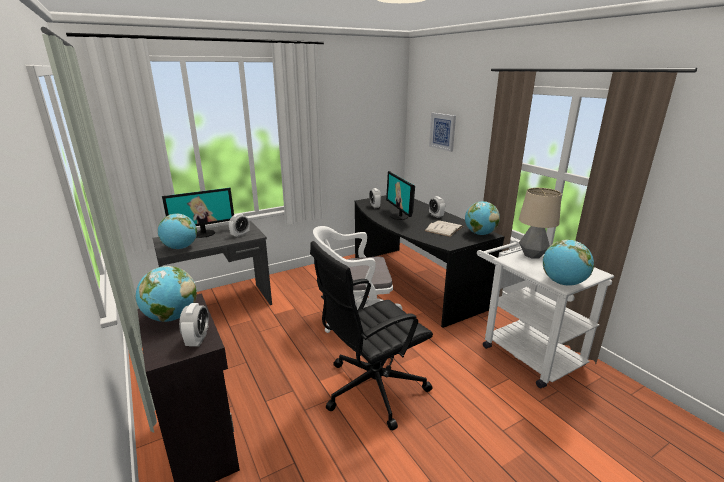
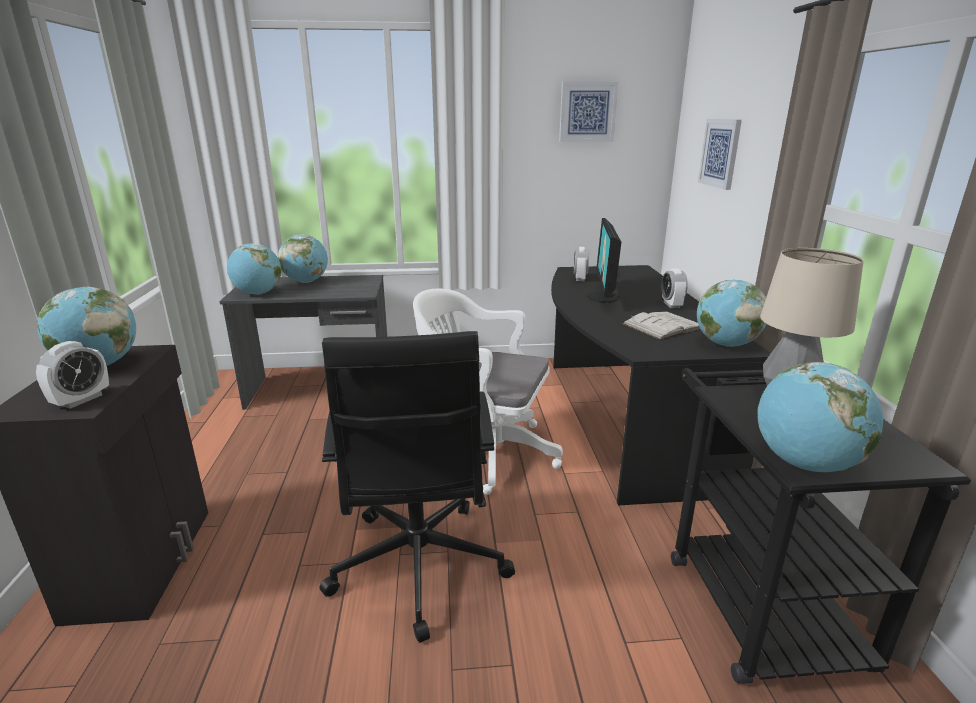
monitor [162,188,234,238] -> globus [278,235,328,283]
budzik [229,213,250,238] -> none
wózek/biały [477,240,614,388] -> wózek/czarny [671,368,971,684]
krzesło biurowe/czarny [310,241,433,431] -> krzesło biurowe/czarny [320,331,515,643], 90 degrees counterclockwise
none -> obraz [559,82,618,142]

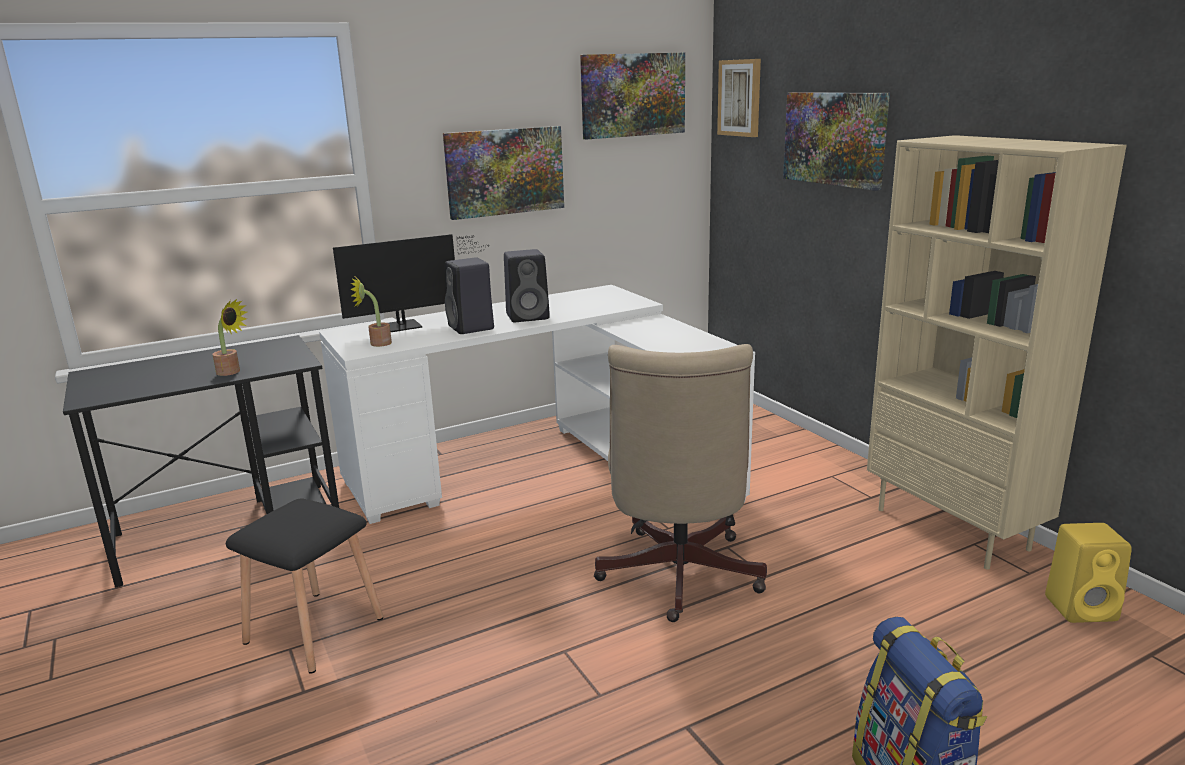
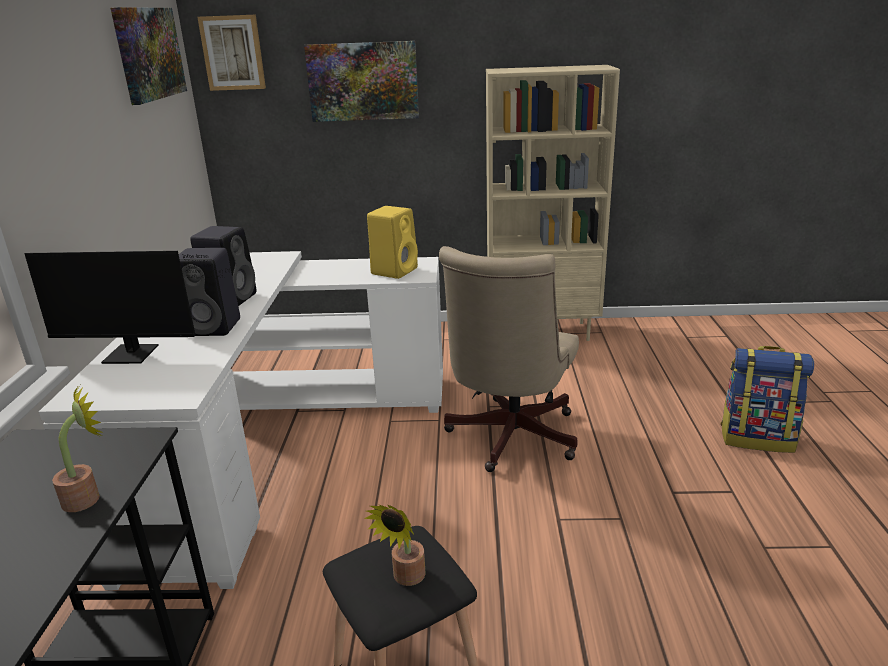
obraz [443,126,564,220] -> none
monitor [333,234,490,332] -> monitor [24,251,232,364], 90 degrees clockwise
roślina doniczkowa [350,277,392,347] -> roślina doniczkowa [364,505,425,586], shifted
krzesło biurowe/beżowy [594,344,767,622] -> krzesło biurowe/beżowy [439,246,579,472], 75 degrees clockwise
głośnik/żółty [1045,523,1132,623] -> głośnik/żółty [367,206,418,279], shifted

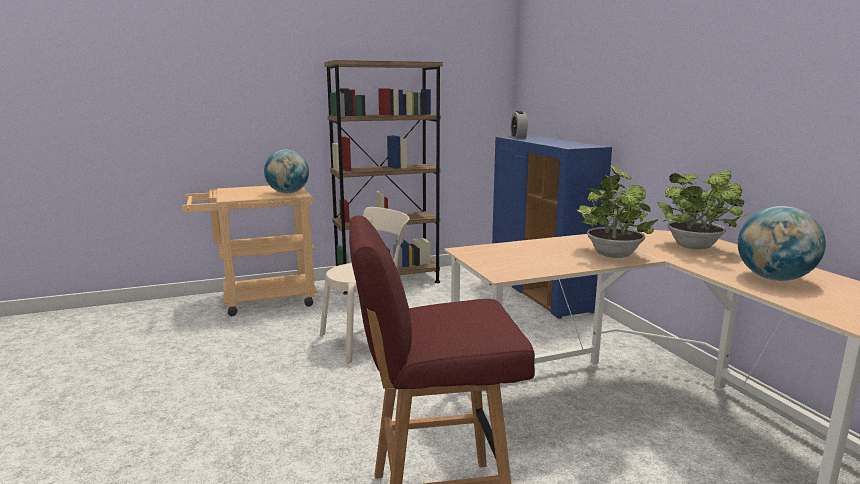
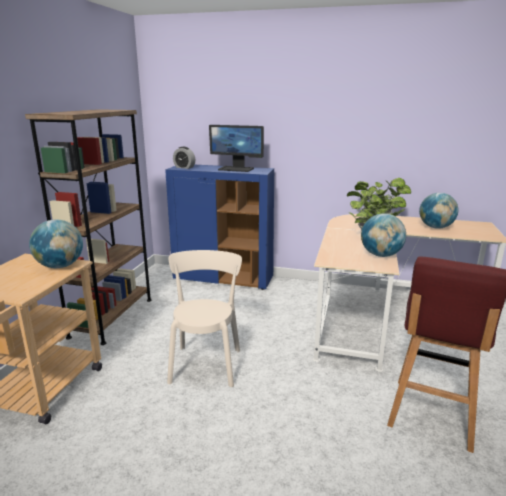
none -> monitor [209,125,264,172]
none -> globus [361,213,406,257]

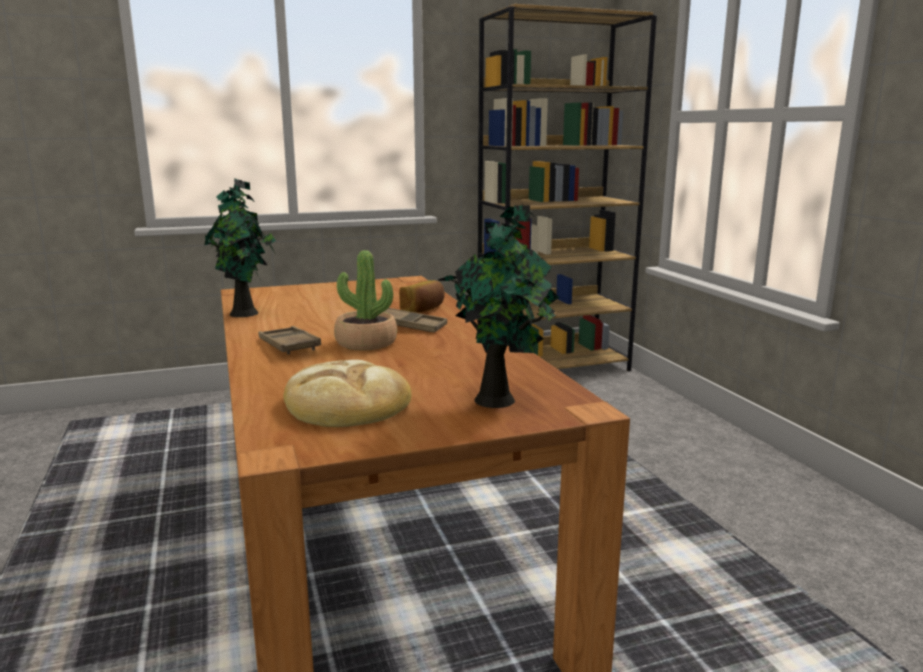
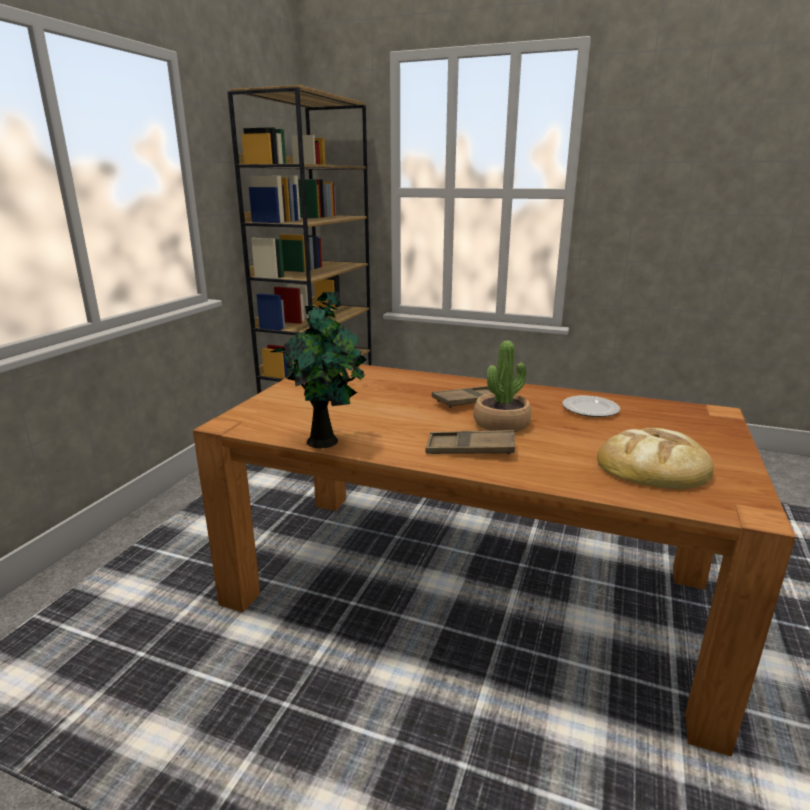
roślina doniczkowa [438,205,559,408] -> none
chleb [399,280,445,313] -> none
none -> talerz [562,396,620,417]

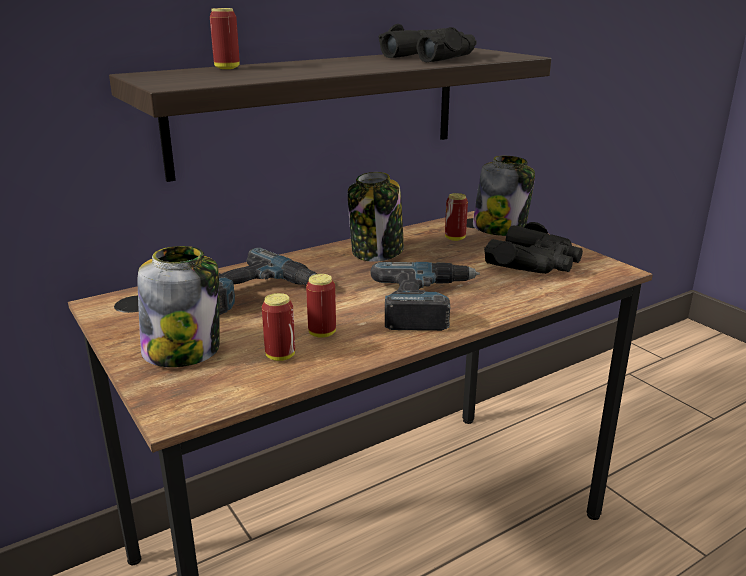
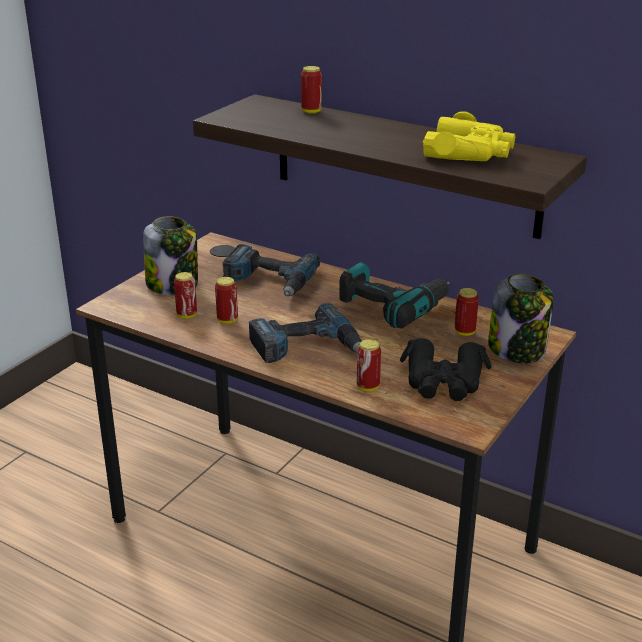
lornetka/czarny [378,24,477,63] -> lornetka/żółty [423,111,515,161]
słoik [348,172,404,262] -> wiertarka [339,262,450,328]
none -> puszka [357,339,381,392]

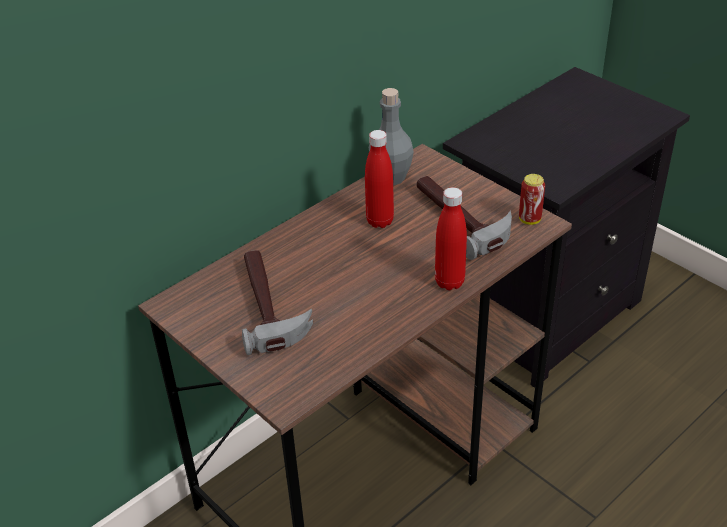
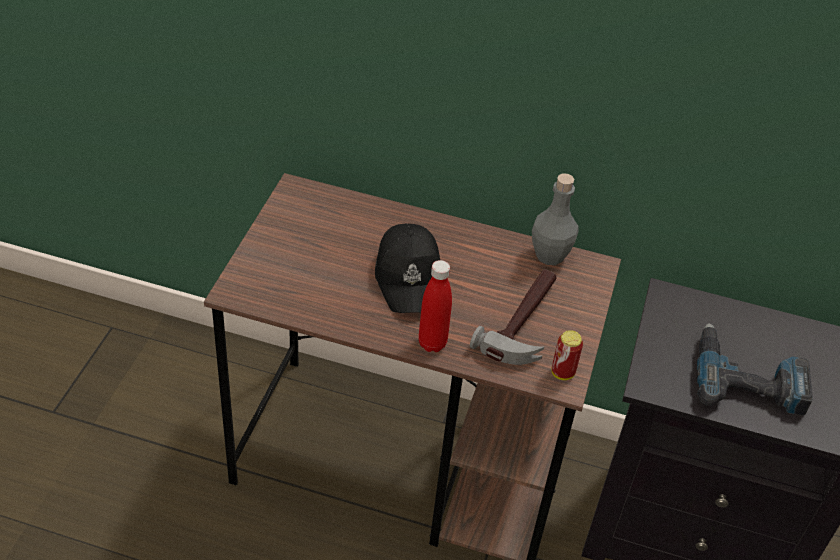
butelka/czerwony [365,130,394,228] -> none
młotek [242,250,313,355] -> none
none -> czapka z daszkiem/czarny [375,223,440,313]
none -> wiertarka [697,323,813,416]

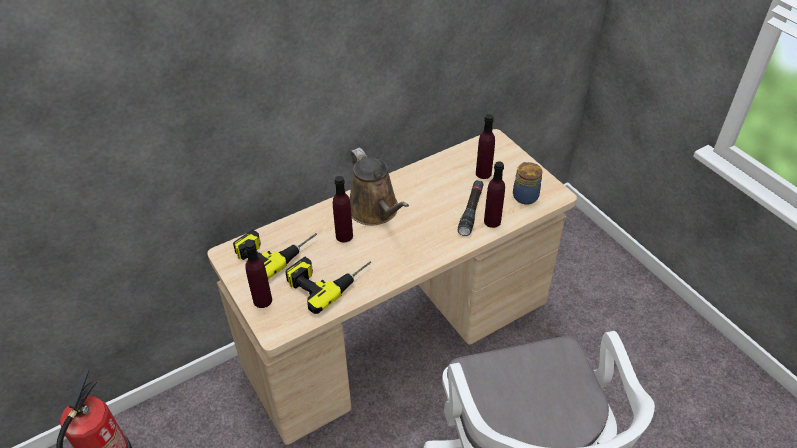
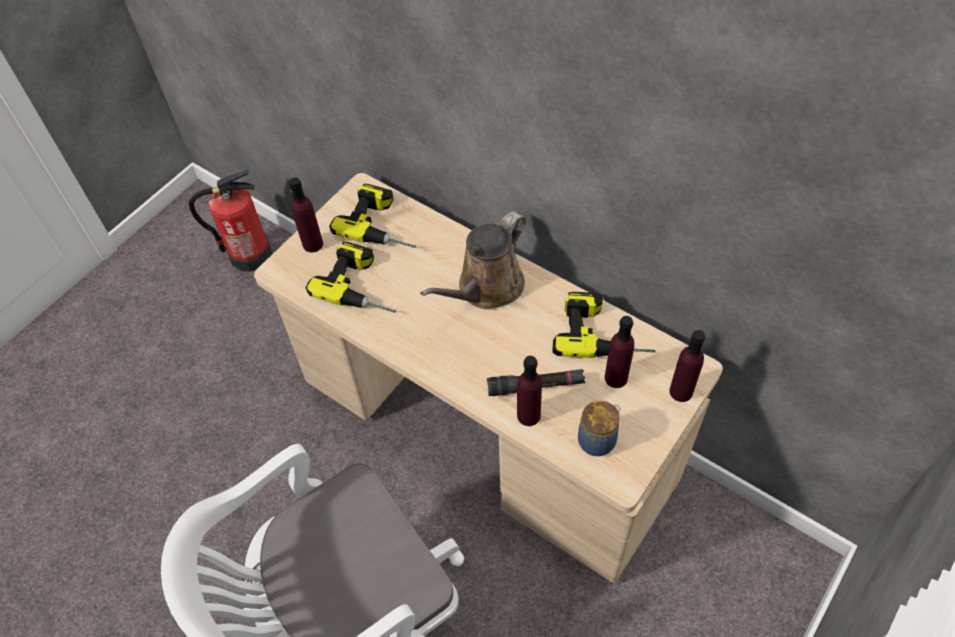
butelka/fioletowy [333,176,353,242] -> butelka/fioletowy [669,330,706,402], shifted
none -> wiertarka [552,292,655,358]

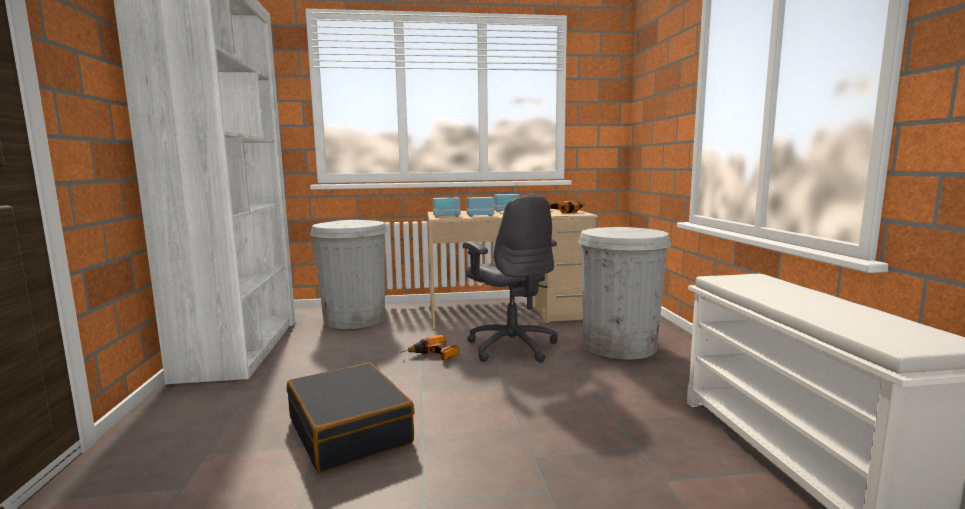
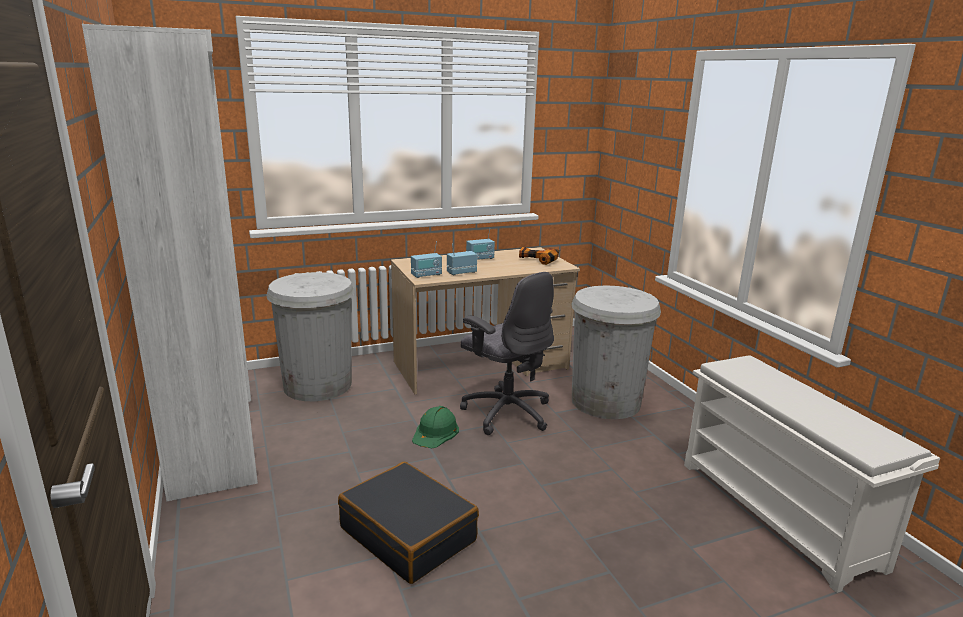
wiertarka [400,335,459,360] -> kask/zielony [412,406,459,448]

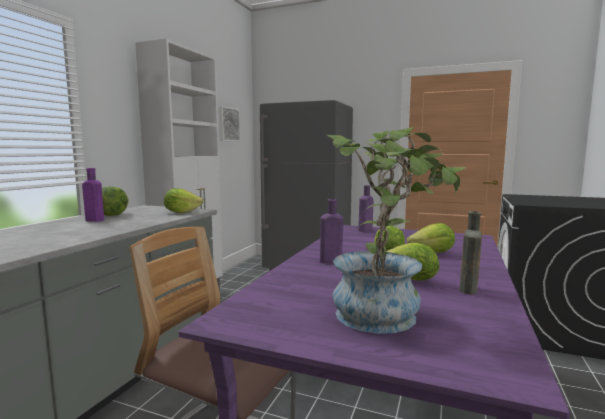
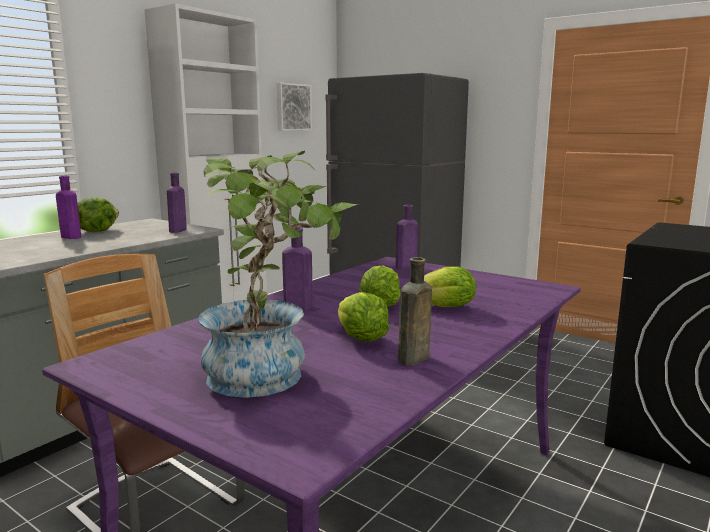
sałata [164,188,203,213] -> butelka/fioletowy [167,173,187,233]

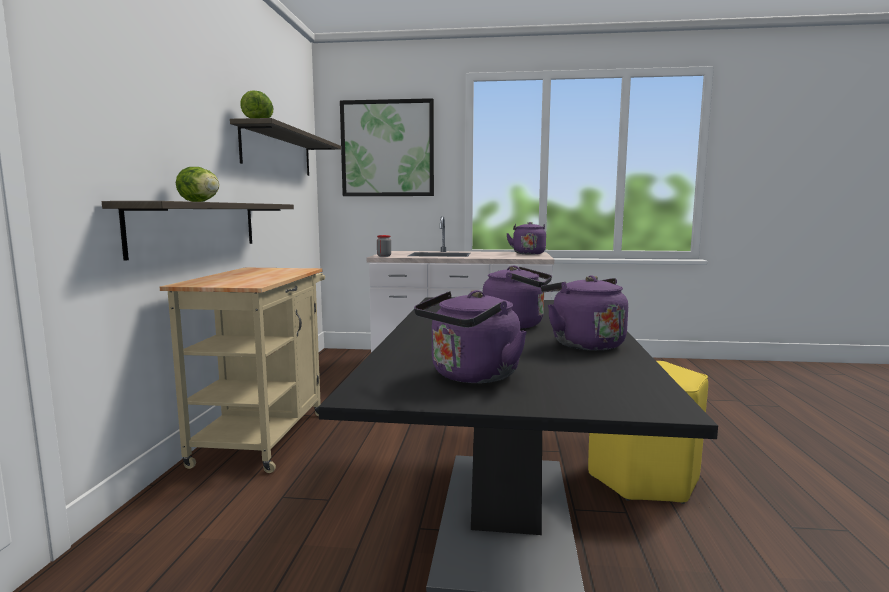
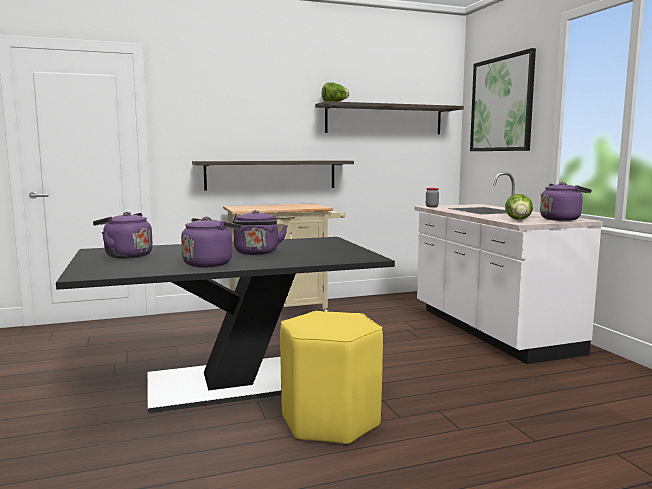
sałata [176,167,219,202] -> sałata [505,194,533,220], shifted

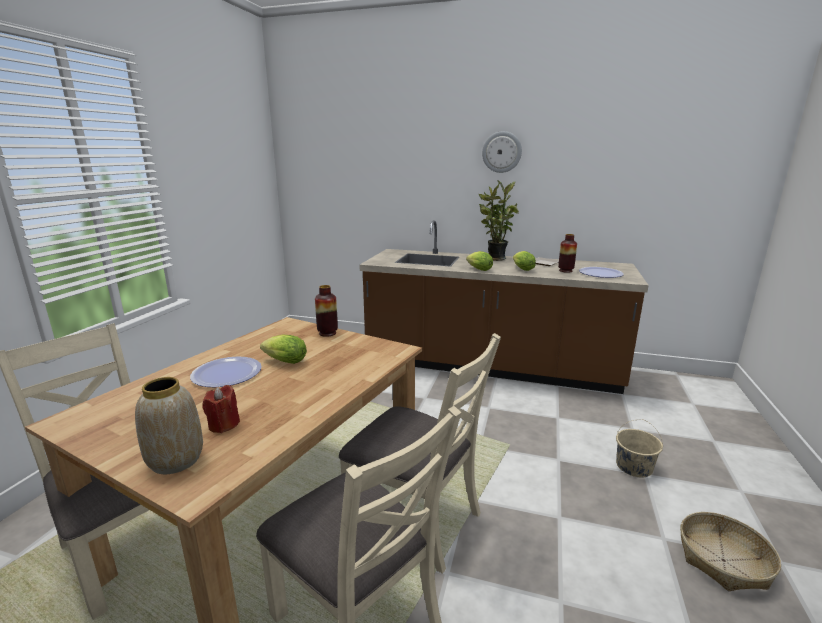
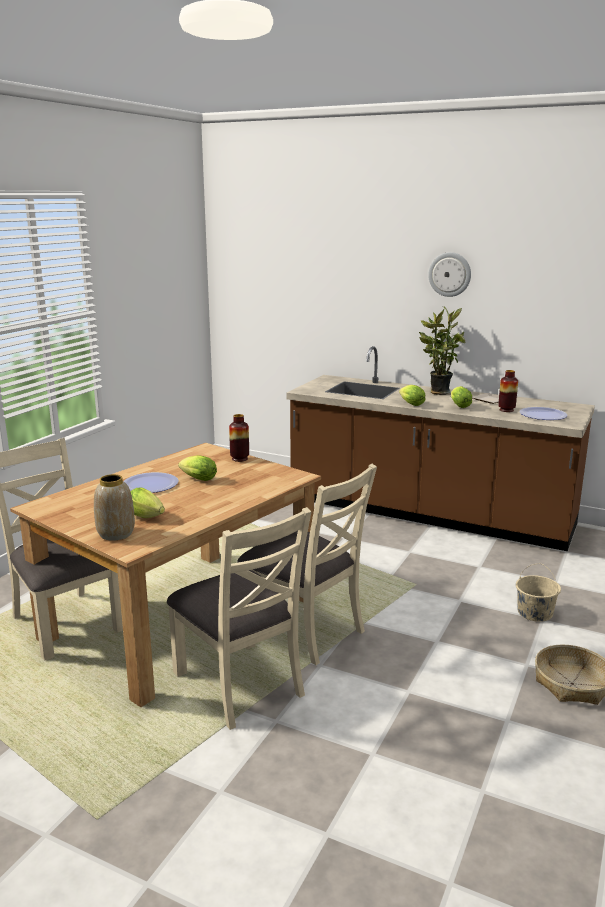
świeca/czerwony [202,385,240,433] -> sałata [131,487,165,518]

